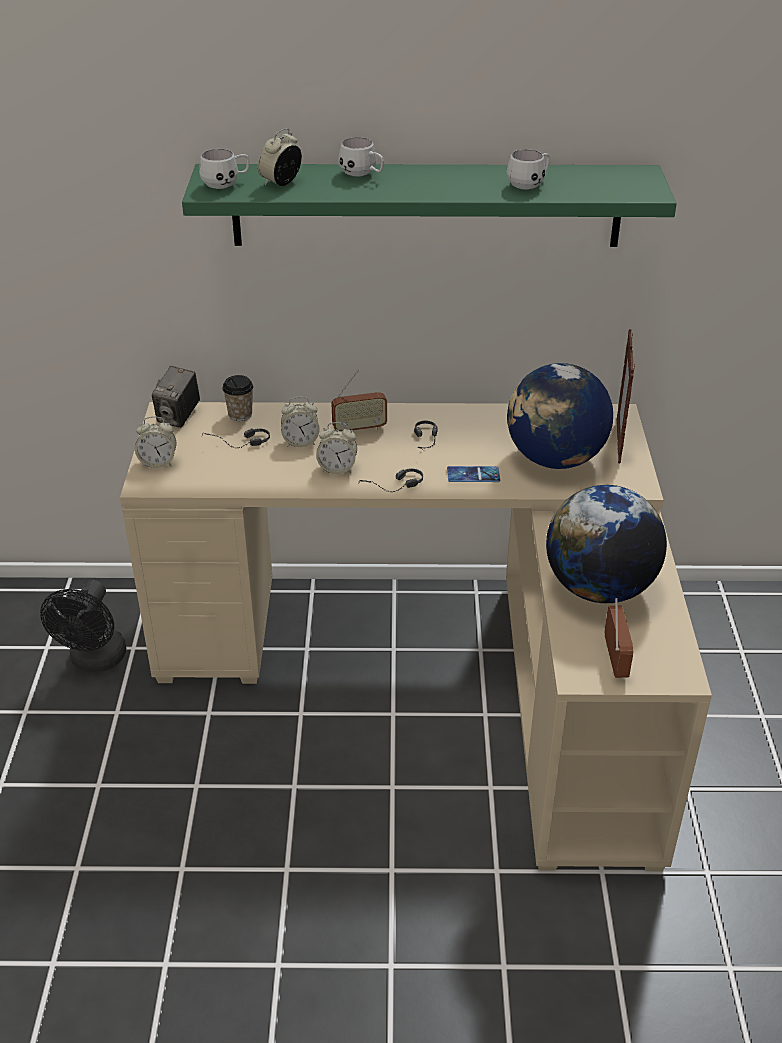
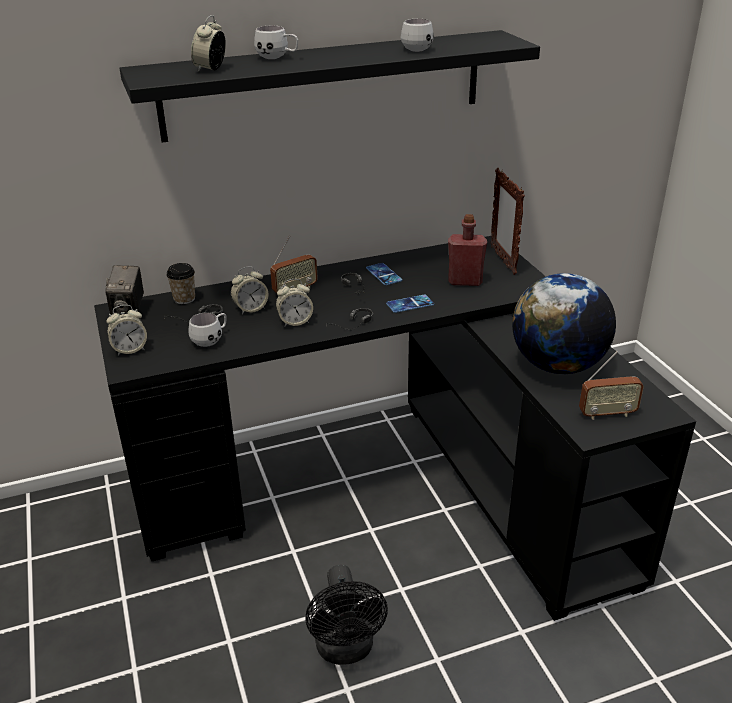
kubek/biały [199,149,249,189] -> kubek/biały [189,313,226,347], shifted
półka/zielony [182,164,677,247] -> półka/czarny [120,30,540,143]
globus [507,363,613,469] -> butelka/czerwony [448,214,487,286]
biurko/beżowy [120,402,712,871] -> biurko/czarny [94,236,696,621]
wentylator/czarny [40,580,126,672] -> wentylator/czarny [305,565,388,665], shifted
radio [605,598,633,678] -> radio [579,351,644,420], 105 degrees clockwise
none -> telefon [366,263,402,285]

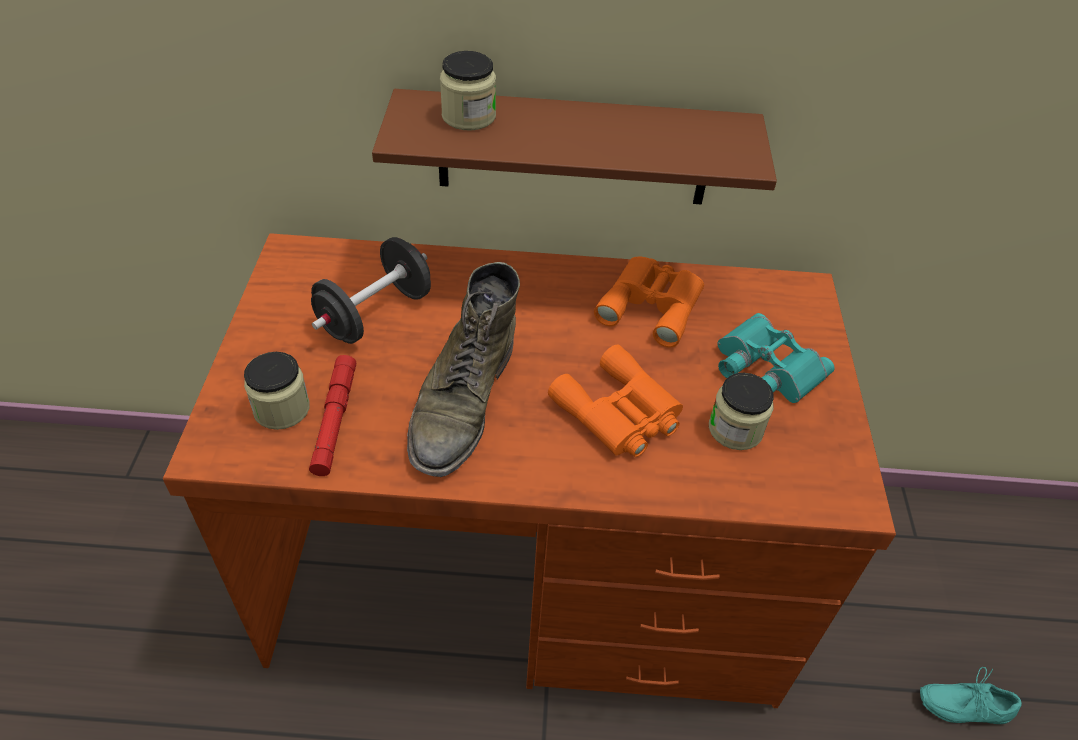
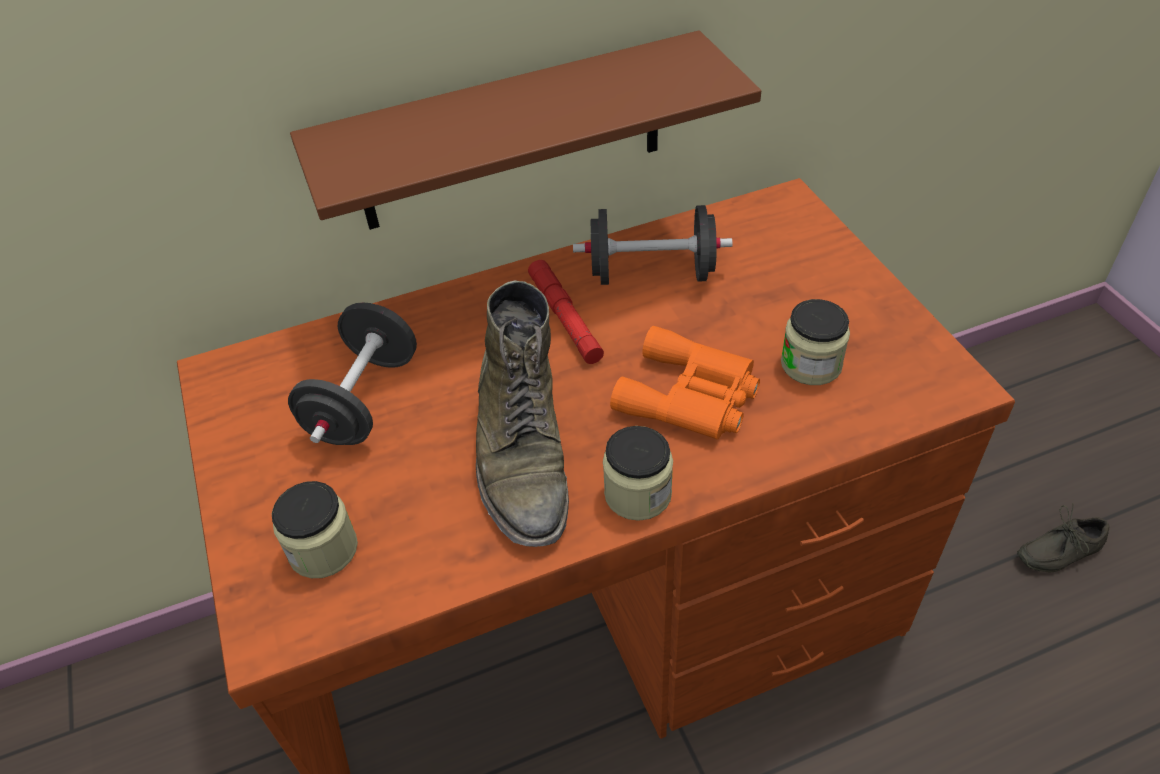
słoik [440,51,496,130] -> słoik [603,426,673,521], shifted
lornetka/pomarańczowy [594,257,704,348] -> hantel/czarny [573,205,732,285]
lornetka/turkusowy [718,313,835,403] -> none
latarka/czerwony [309,355,356,476] -> latarka/czerwony [528,260,604,364], shifted
but/turkusowy [920,667,1022,724] -> but/szary [1017,503,1110,572]

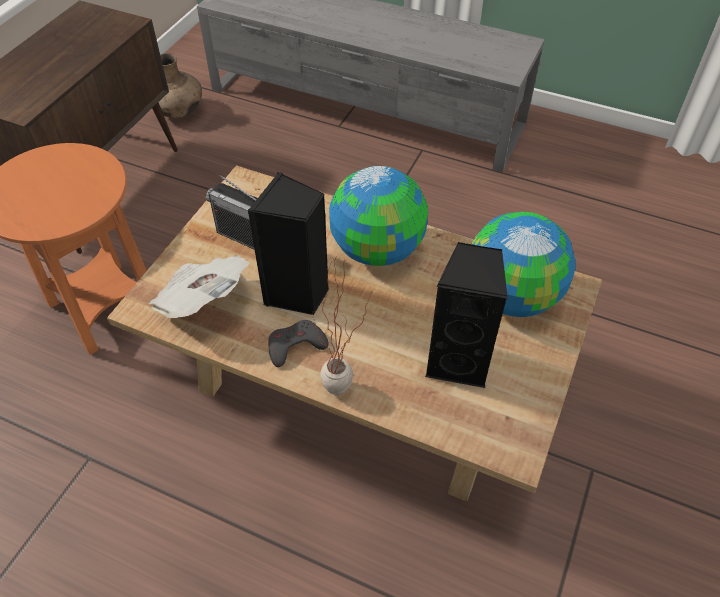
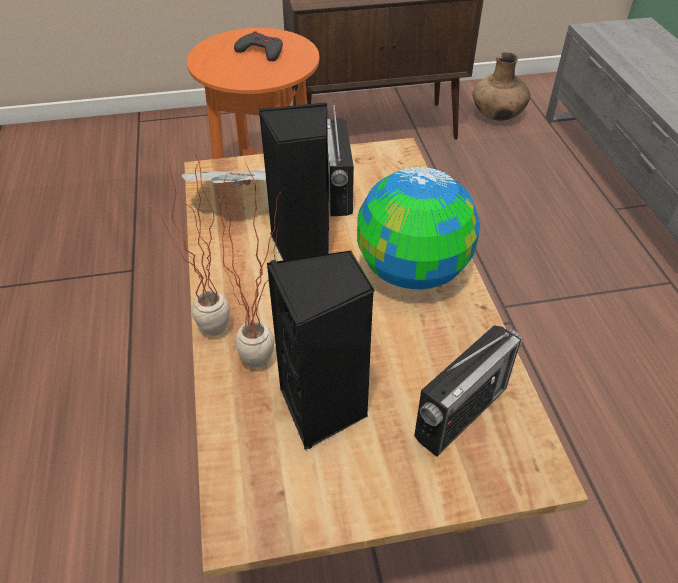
globus [472,212,576,317] -> radio [414,325,523,457]
pad do gier/szary [268,320,329,367] -> pad do gier/szary [234,31,283,61], shifted
none -> roślina doniczkowa [217,162,285,368]

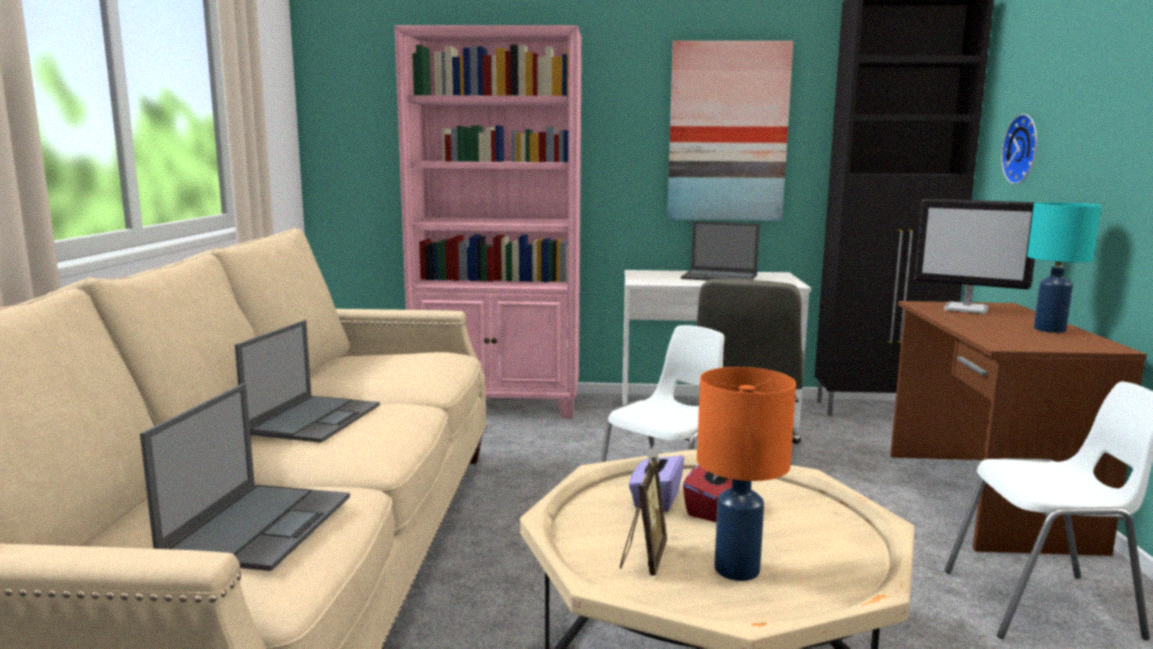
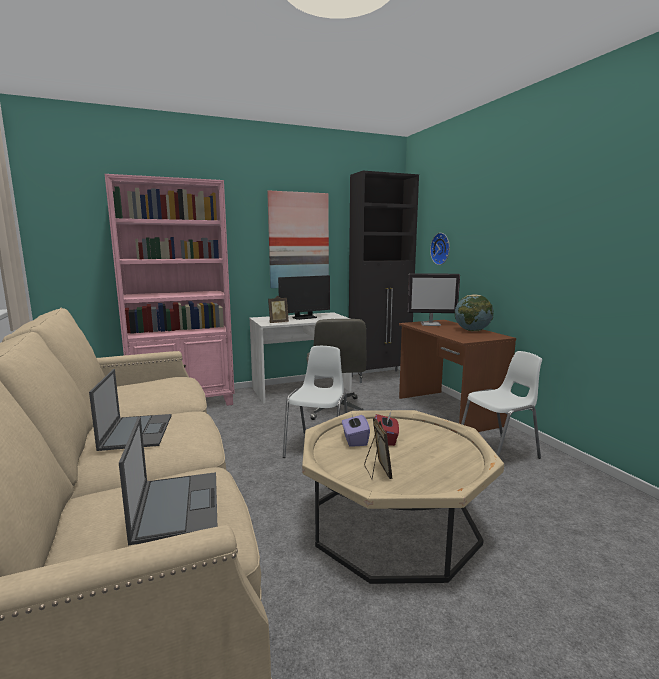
lampa stołowa/turkusowy [1027,202,1101,333] -> globus [455,294,493,331]
laptop [681,221,760,281] -> monitor [278,275,330,320]
lampa stołowa/pomarańczowy [697,367,796,581] -> none
none -> ramka na zdjęcie [268,295,289,323]

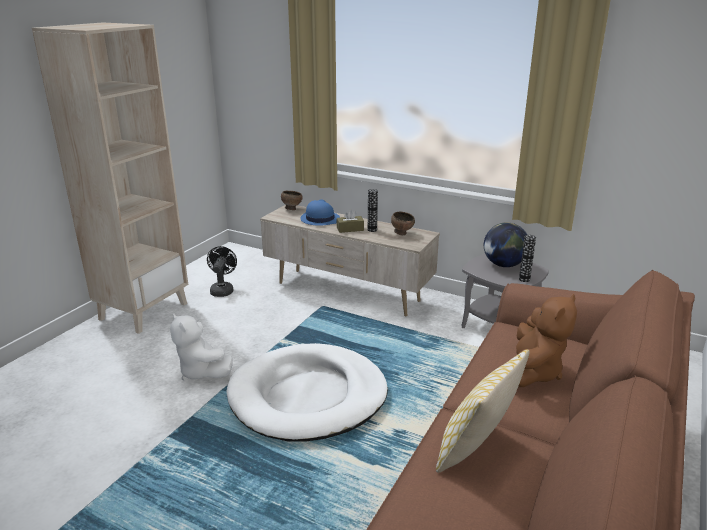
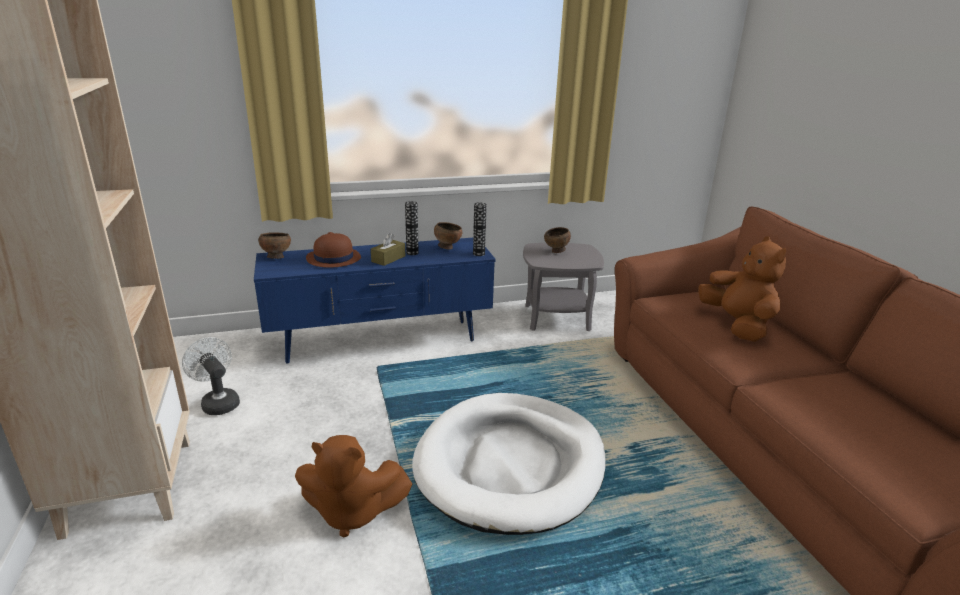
kapelusz/niebieski [300,199,340,226] -> kapelusz/brązowy [306,232,361,268]
szafka pod telewizor/beżowy [260,205,440,316] -> szafka pod telewizor/niebieski [254,238,496,364]
globus [484,222,527,267] -> miska/brązowy [544,227,571,253]
wazon [519,235,536,282] -> wazon [473,202,487,256], shifted
wentylator/czarny [207,246,237,297] -> wentylator/biały [182,337,240,415]
pluszak/biały [170,313,233,381] -> pluszak/brązowy [295,435,412,537]
poduszka [436,349,530,473] -> none

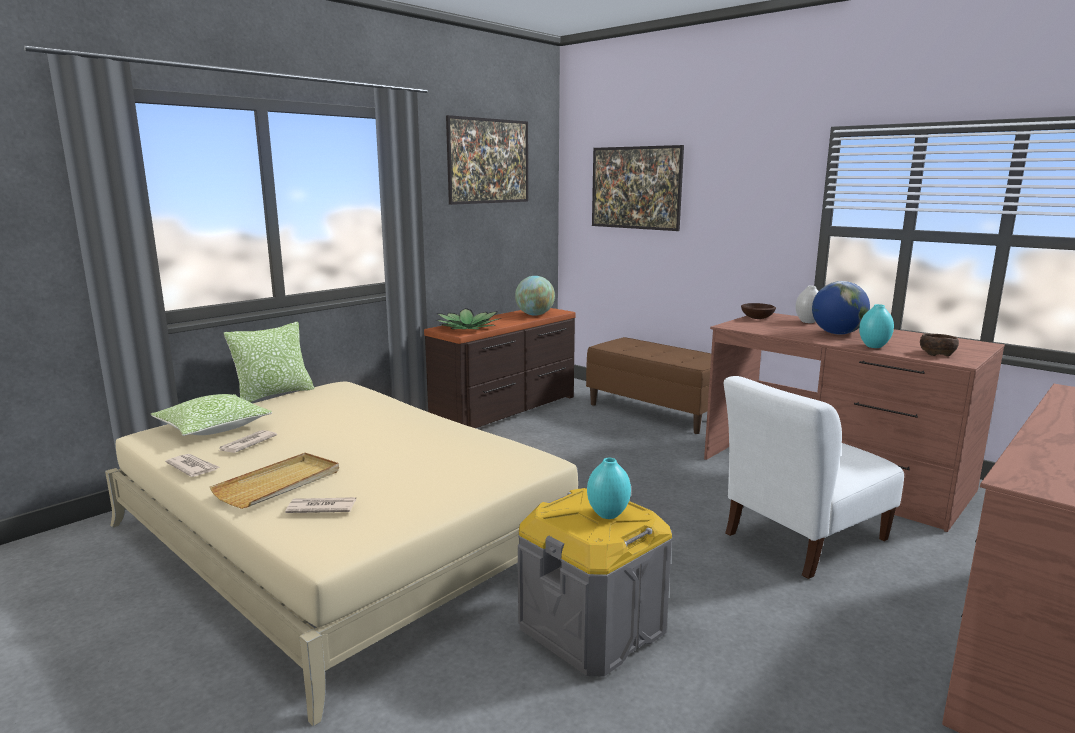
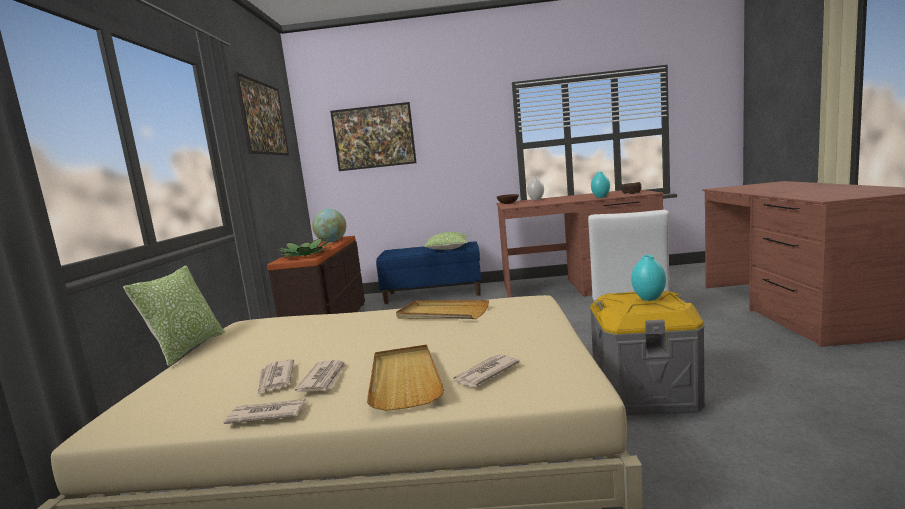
globus [812,281,870,335] -> none
ławka/brązowy [586,337,711,434] -> ławka/niebieski [376,241,481,304]
poduszka [151,394,272,436] -> poduszka [424,232,468,250], shifted
none -> taca/beżowy [396,300,489,319]
none -> gazeta [295,360,346,392]

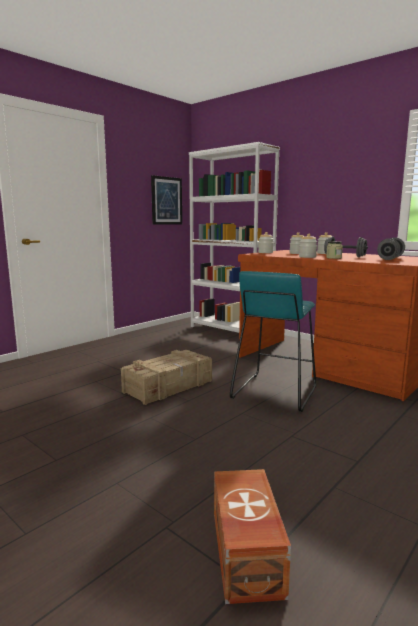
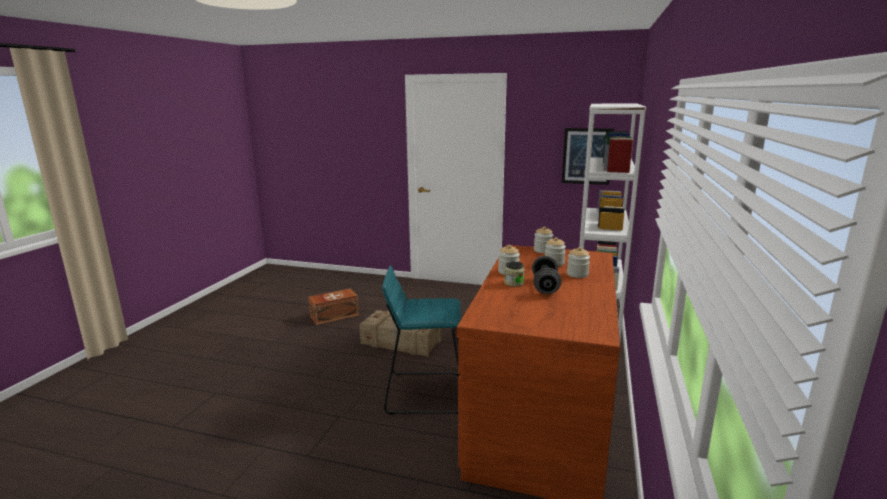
hantel/szary [377,237,405,260] -> none
pojemnik do przechowywania/brązowy [214,469,291,604] -> pojemnik do przechowywania/brązowy [308,288,359,325], shifted

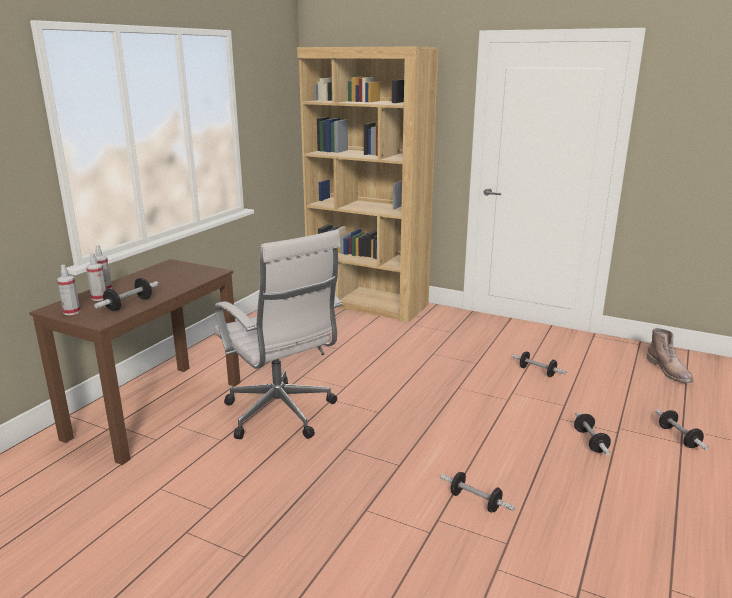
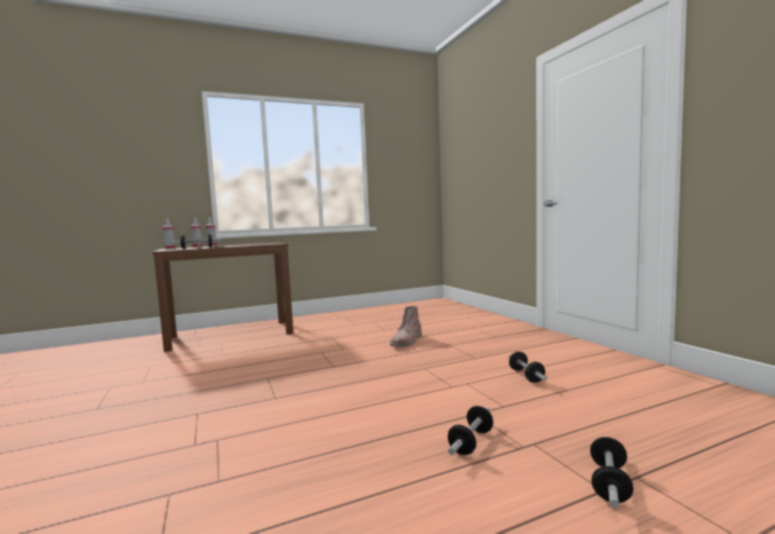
regał/brązowy [297,46,439,323] -> none
krzesło biurowe/biały [214,230,343,439] -> none
but z cholewką/brązowy [647,328,693,383] -> but z cholewką/brązowy [390,306,422,347], shifted
hantel [440,472,515,513] -> none

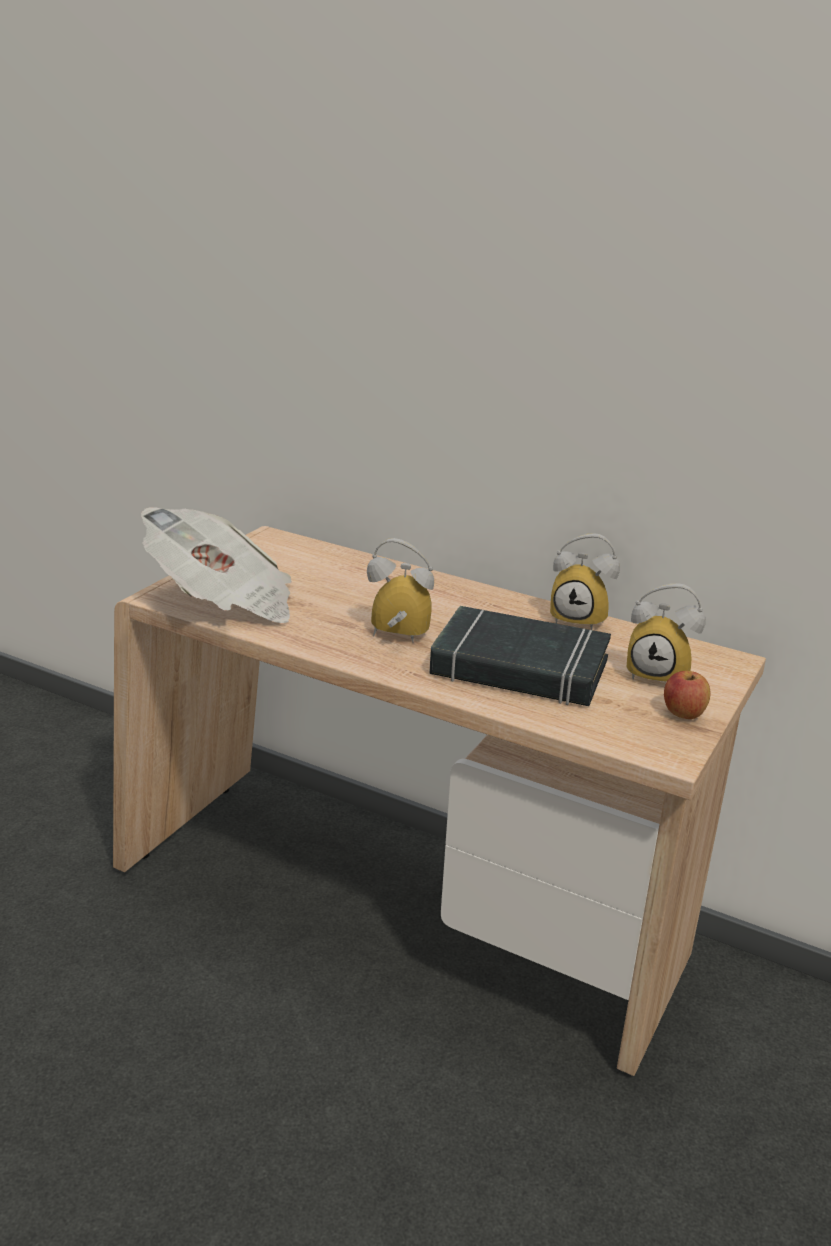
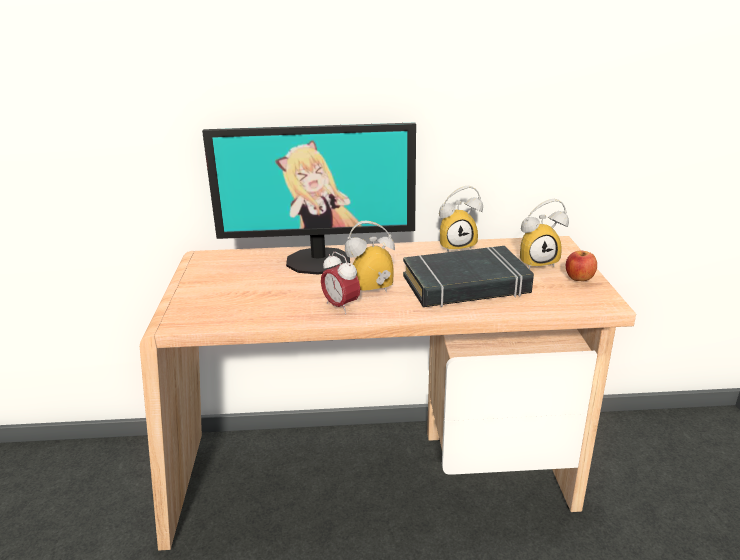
gazeta [141,507,292,623] -> none
none -> monitor [202,122,416,275]
none -> budzik [321,252,360,314]

